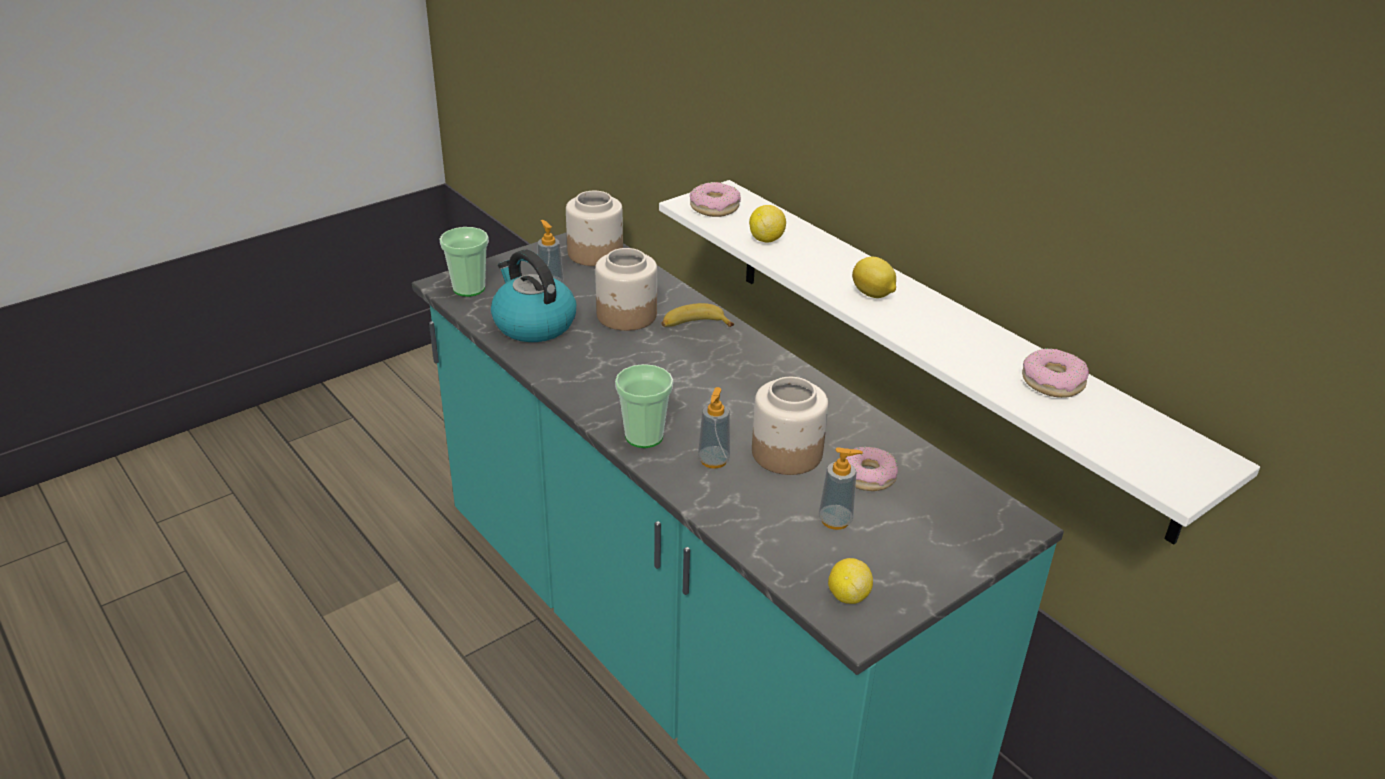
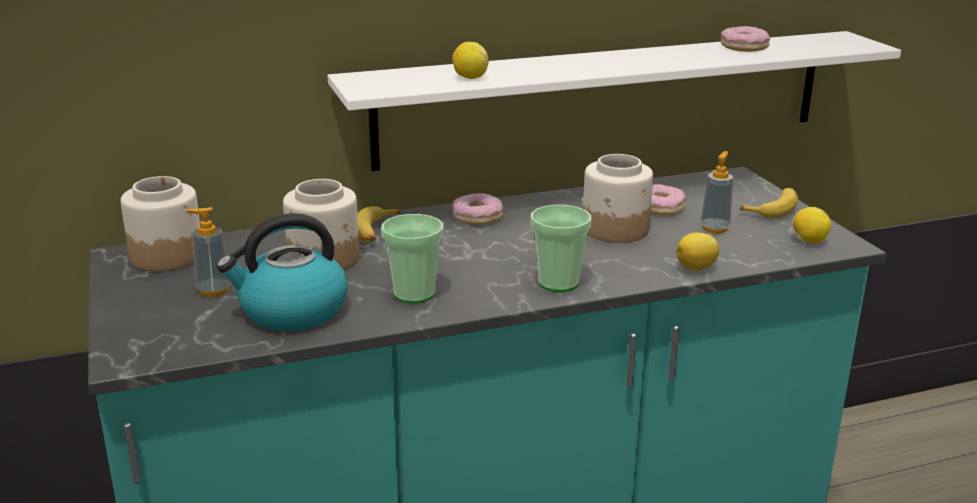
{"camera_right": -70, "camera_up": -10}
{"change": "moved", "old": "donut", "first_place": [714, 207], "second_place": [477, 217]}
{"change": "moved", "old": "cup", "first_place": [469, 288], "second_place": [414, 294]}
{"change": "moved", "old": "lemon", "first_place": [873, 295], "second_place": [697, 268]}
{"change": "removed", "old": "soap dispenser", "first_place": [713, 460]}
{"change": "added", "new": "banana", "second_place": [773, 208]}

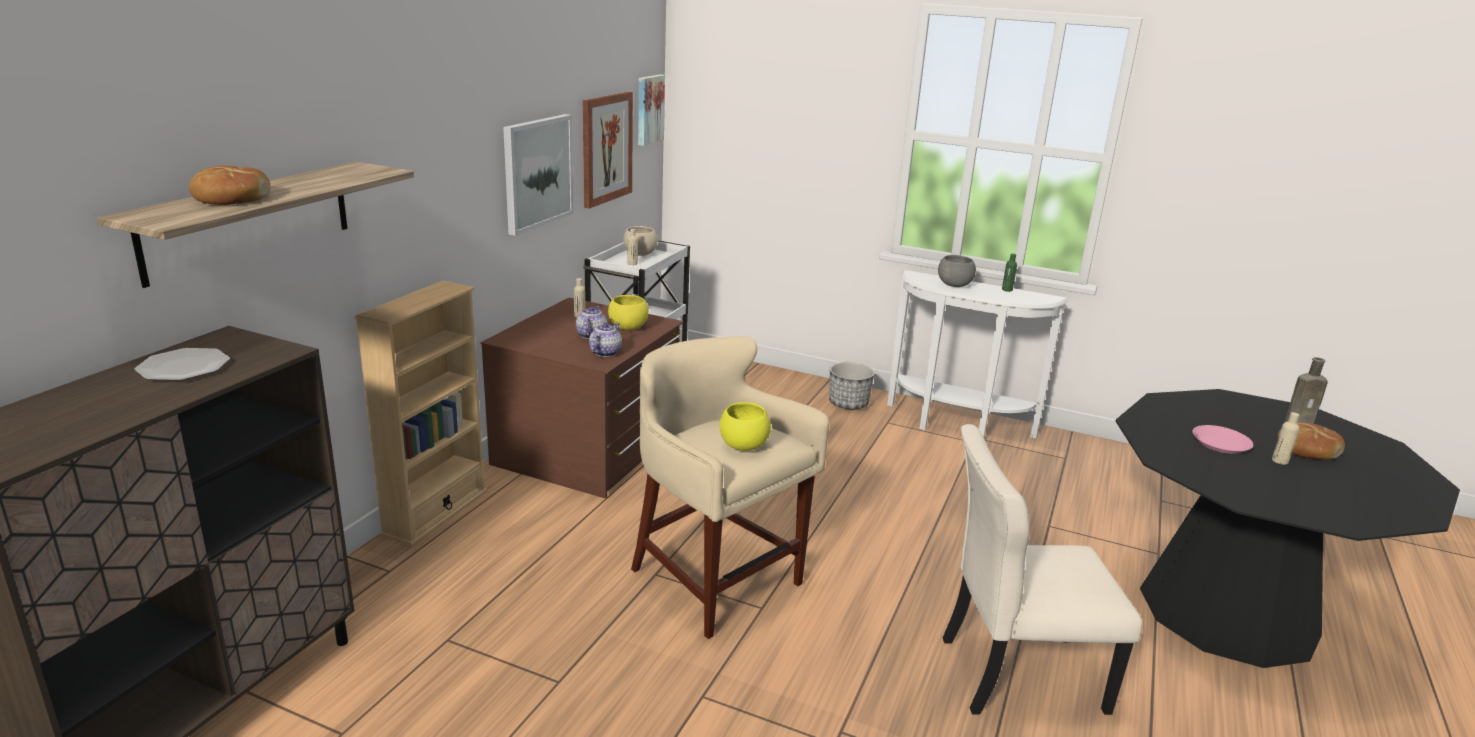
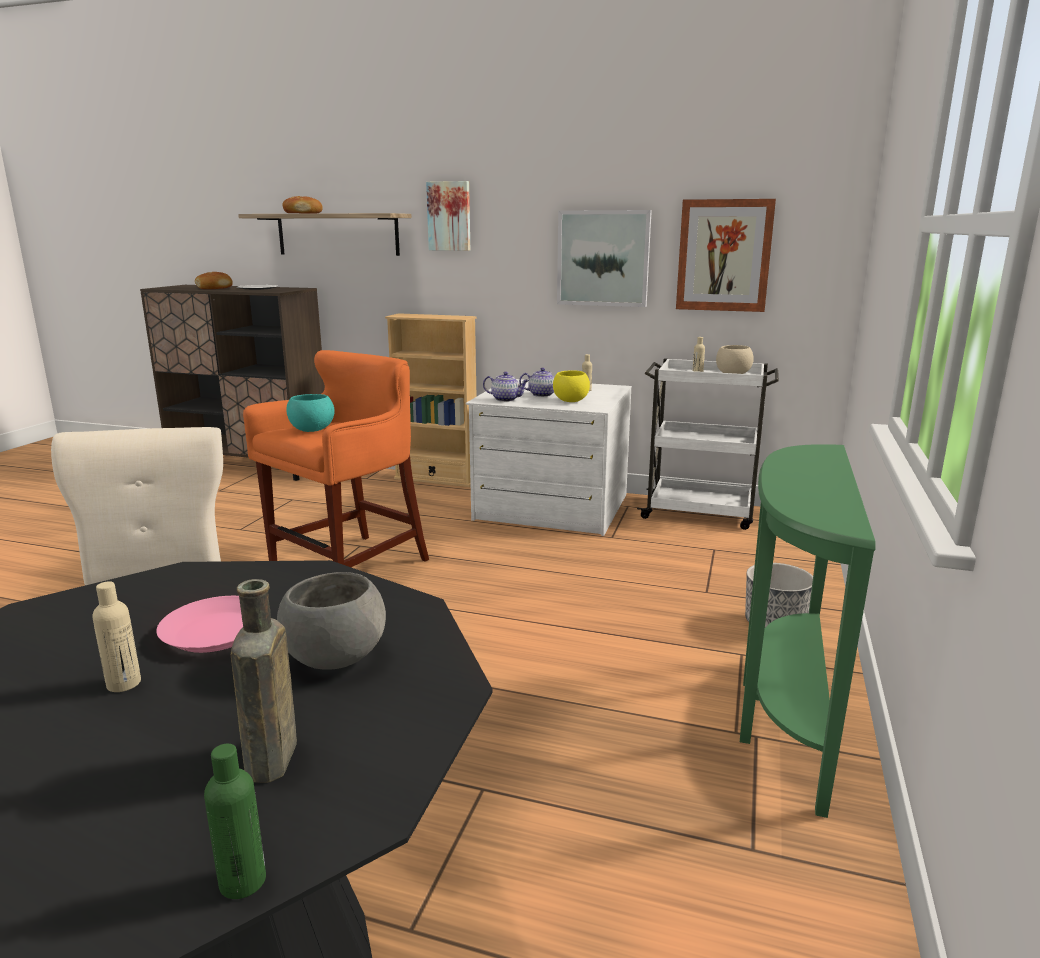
{"camera_right": 85, "camera_up": -5}
{"change": "moved", "old": "picture", "first_place": [648, 109], "second_place": [449, 216]}
{"change": "moved", "old": "green bottle", "first_place": [1007, 290], "second_place": [242, 881]}
{"change": "moved", "old": "grey bowl", "first_place": [954, 285], "second_place": [334, 658]}
{"change": "recoloured", "old": "white console table", "new": "green console table", "first_place": [956, 427], "second_place": [781, 718]}
{"change": "recoloured", "old": "brown dresser", "new": "white dresser", "first_place": [589, 450], "second_place": [551, 508]}
{"change": "recoloured", "old": "beige stool", "new": "orange stool", "first_place": [714, 580], "second_place": [350, 566]}
{"change": "recoloured", "old": "yellow bowl", "new": "turquoise bowl", "first_place": [743, 446], "second_place": [311, 430]}
{"change": "moved", "old": "bread", "first_place": [1306, 450], "second_place": [214, 288]}

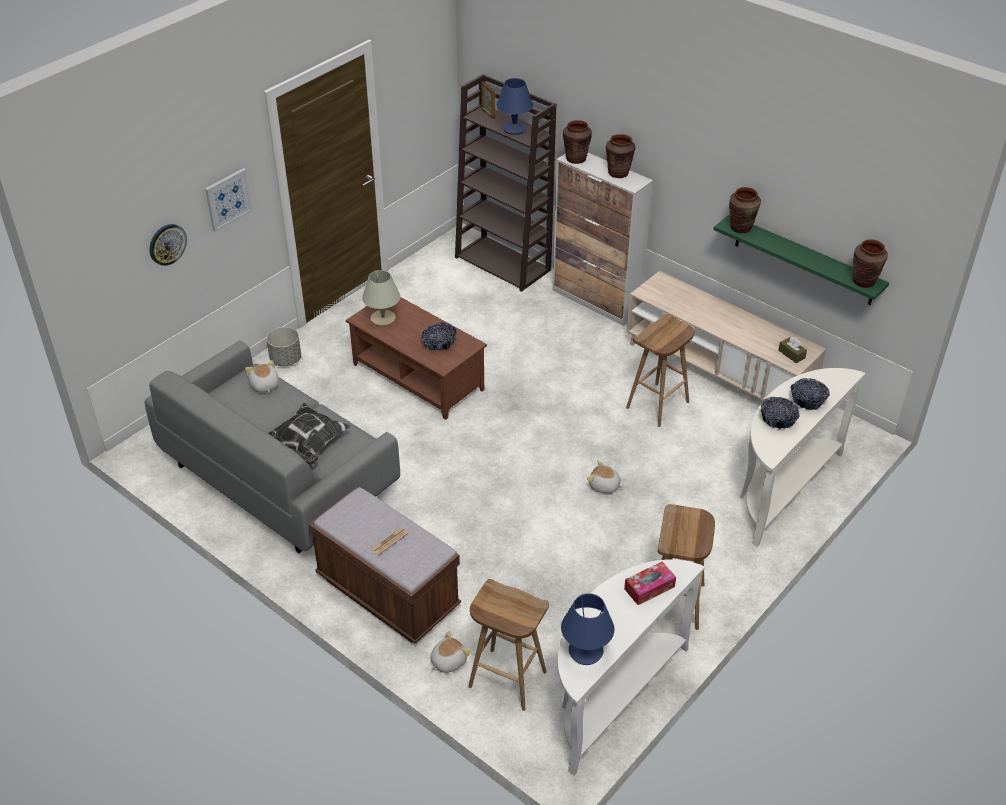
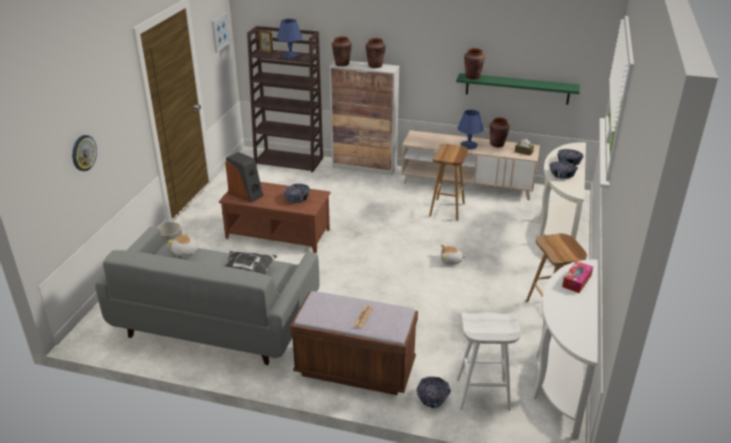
{"camera_right": -25, "camera_up": -10}
{"change": "moved", "old": "picture", "first_place": [228, 199], "second_place": [220, 32]}
{"change": "moved", "old": "brown vase", "first_place": [864, 281], "second_place": [497, 144]}
{"change": "replaced", "old": "beige table lamp", "new": "speaker", "first_place": [383, 318], "second_place": [246, 194]}
{"change": "recoloured", "old": "brown stool", "new": "white stool", "first_place": [506, 679], "second_place": [482, 395]}
{"change": "moved", "old": "blue table lamp", "first_place": [586, 652], "second_place": [469, 145]}
{"change": "replaced", "old": "plush toy", "new": "bowl", "first_place": [447, 661], "second_place": [432, 398]}

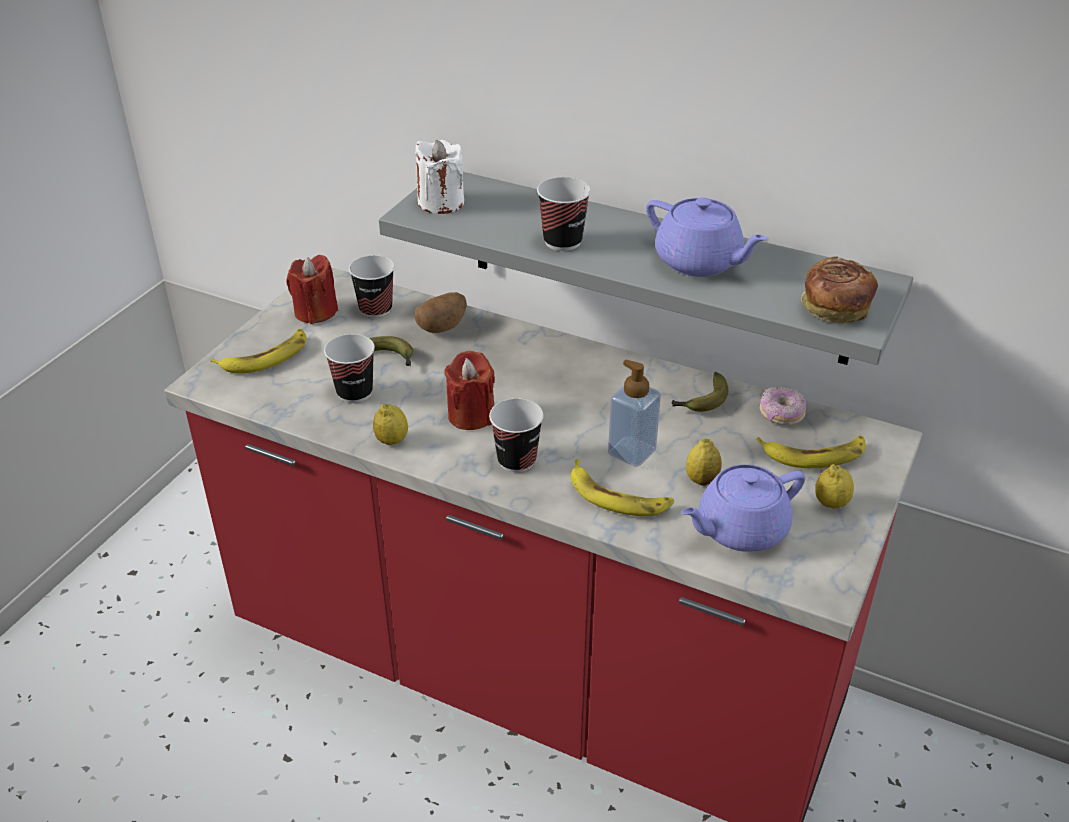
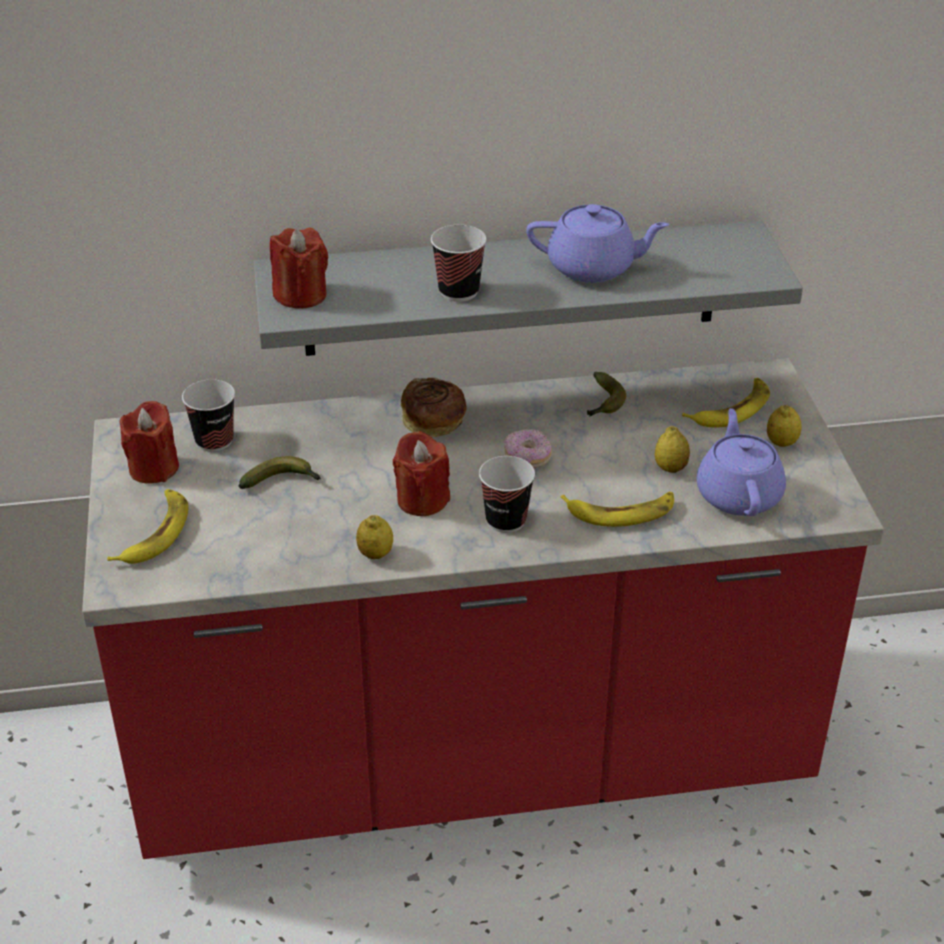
{"camera_right": -35, "camera_up": 0}
{"change": "recoloured", "old": "white candle", "new": "red candle", "first_place": [441, 202], "second_place": [300, 295]}
{"change": "moved", "old": "bread", "first_place": [835, 308], "second_place": [433, 423]}
{"change": "removed", "old": "potato", "first_place": [442, 327]}
{"change": "removed", "old": "cup", "first_place": [354, 392]}
{"change": "removed", "old": "soap dispenser", "first_place": [632, 452]}
{"change": "moved", "old": "donut", "first_place": [781, 414], "second_place": [527, 458]}
{"change": "turned", "old": "purple teapot", "first_place": [739, 529], "second_place": [738, 494], "degrees": 150}

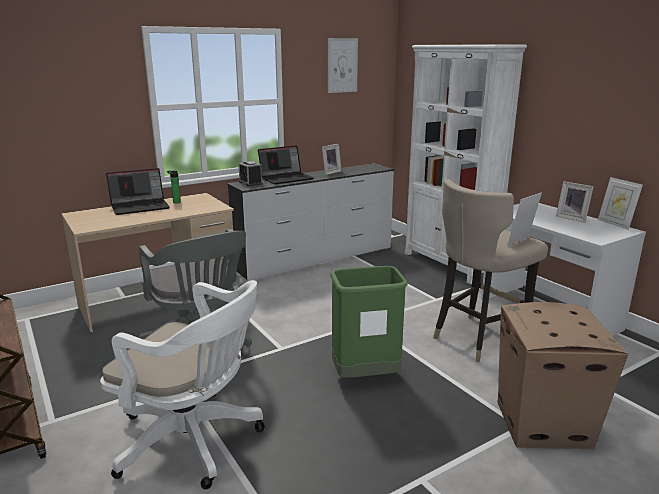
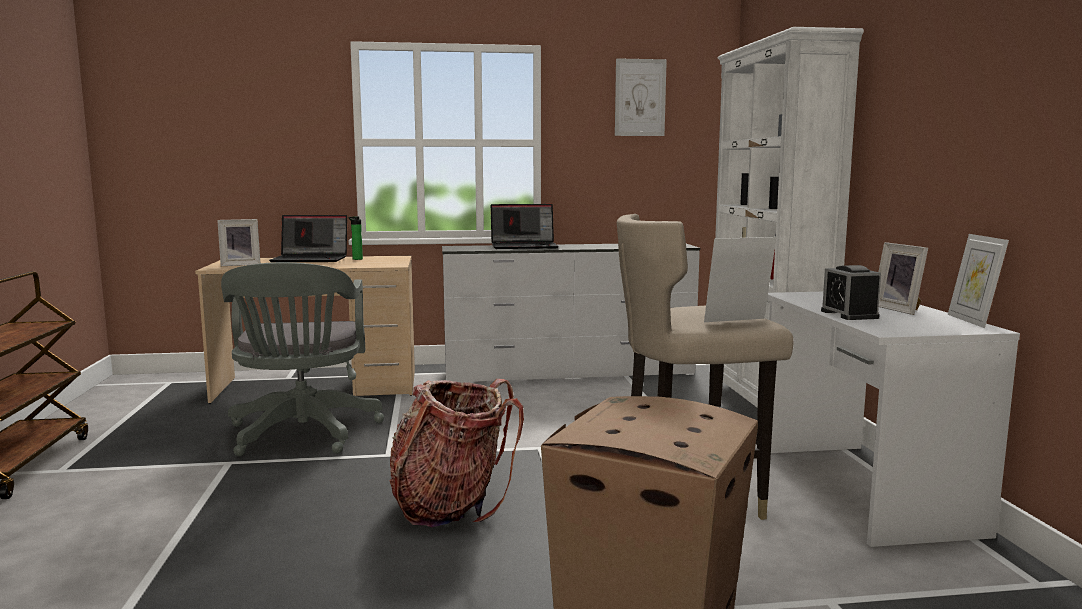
{"camera_right": 25, "camera_up": -10}
{"change": "moved", "old": "picture frame", "first_place": [330, 172], "second_place": [240, 264]}
{"change": "moved", "old": "alarm clock", "first_place": [250, 183], "second_place": [849, 314]}
{"change": "replaced", "old": "green trash can", "new": "backpack", "first_place": [365, 377], "second_place": [451, 506]}
{"change": "removed", "old": "white office chair", "first_place": [194, 441]}

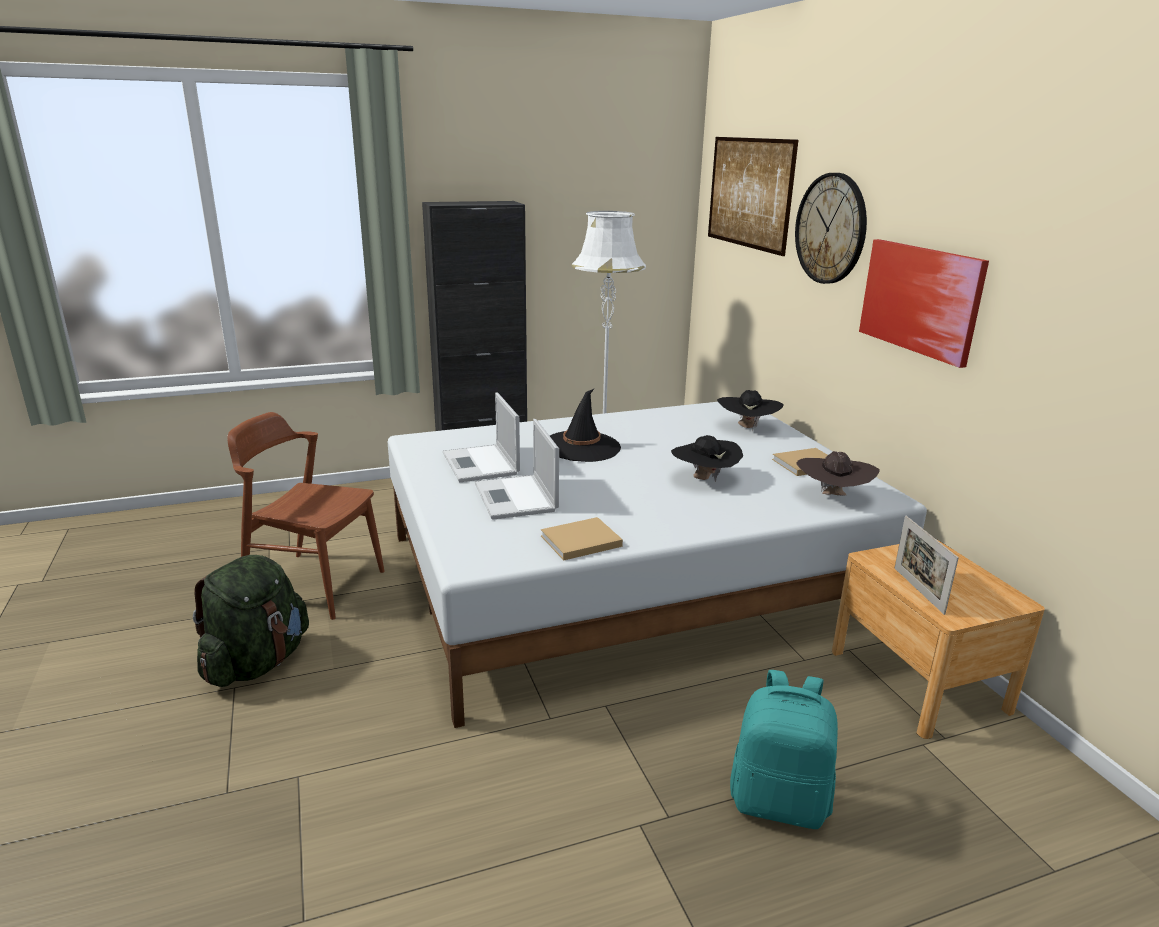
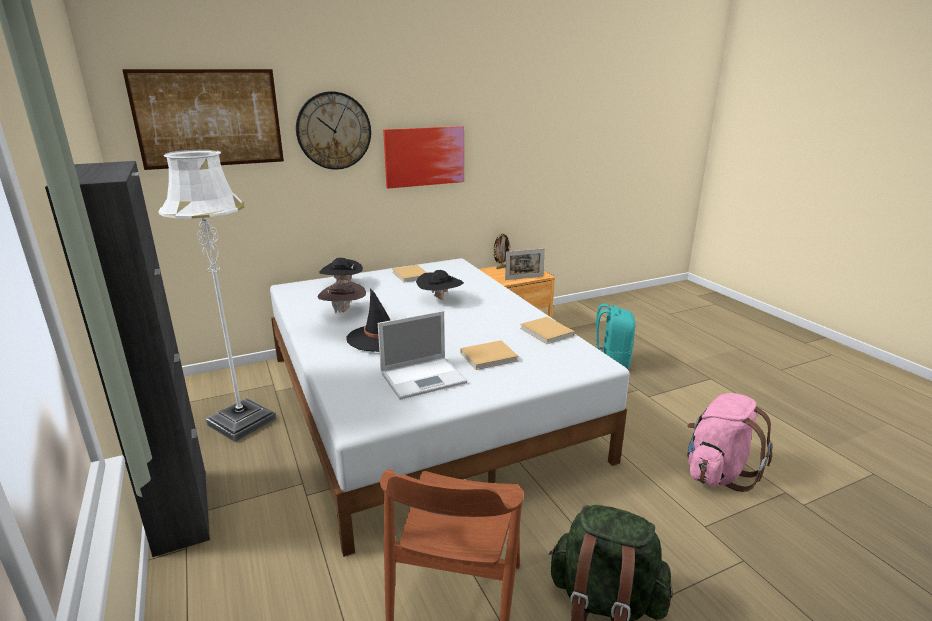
{"camera_right": -95, "camera_up": 0}
{"change": "replaced", "old": "laptop", "new": "beige book", "first_place": [516, 498], "second_place": [490, 356]}
{"change": "moved", "old": "brown hat", "first_place": [832, 497], "second_place": [343, 311]}
{"change": "added", "new": "picture frame", "second_place": [501, 267]}
{"change": "added", "new": "pink backpack", "second_place": [717, 472]}

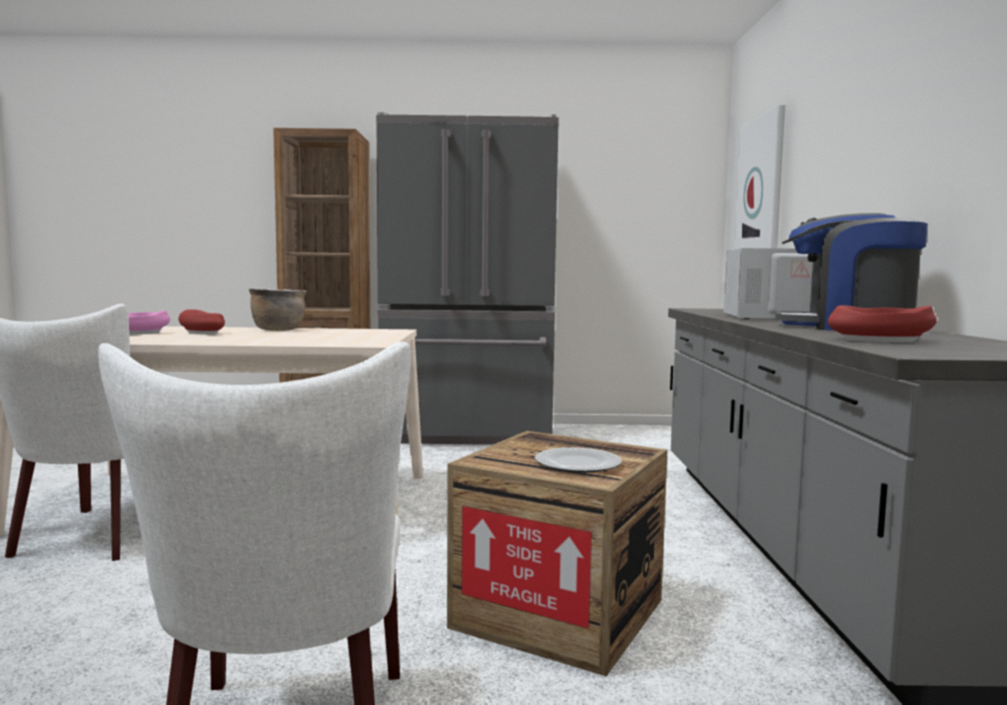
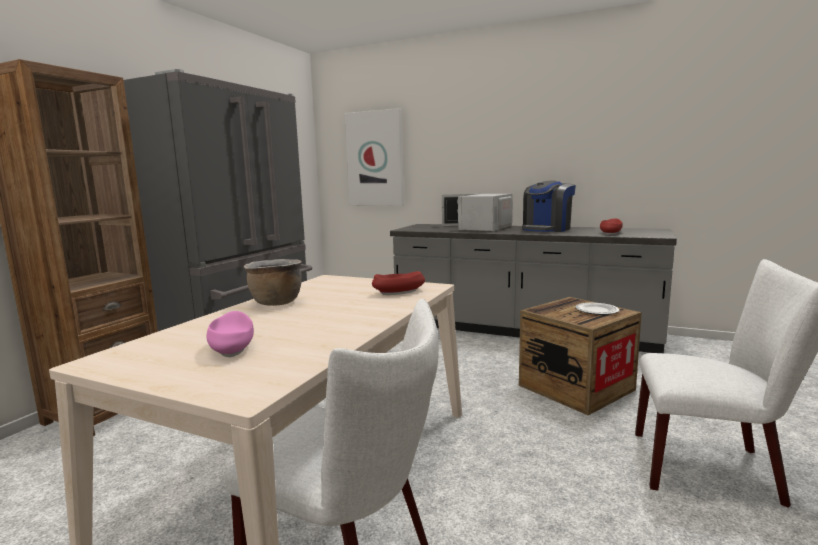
{"camera_right": -65, "camera_up": 5}
{"change": "moved", "old": "red bowl", "first_place": [201, 332], "second_place": [399, 292]}

